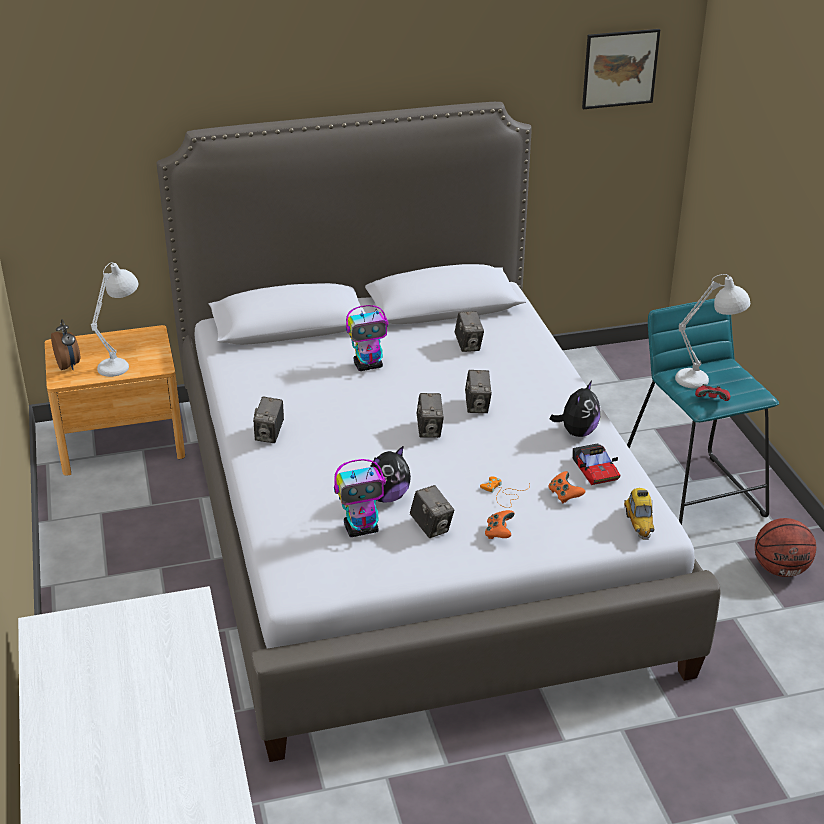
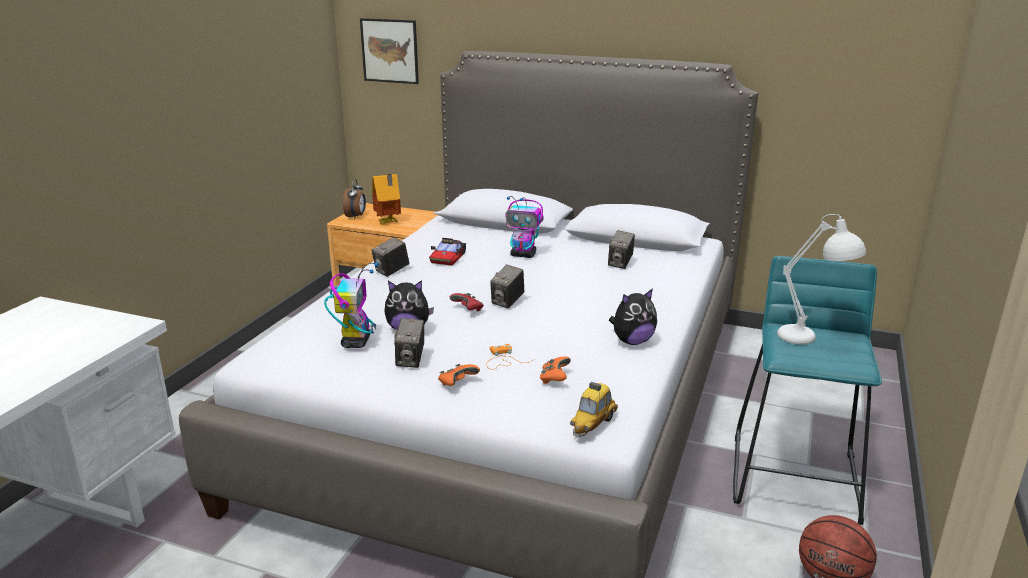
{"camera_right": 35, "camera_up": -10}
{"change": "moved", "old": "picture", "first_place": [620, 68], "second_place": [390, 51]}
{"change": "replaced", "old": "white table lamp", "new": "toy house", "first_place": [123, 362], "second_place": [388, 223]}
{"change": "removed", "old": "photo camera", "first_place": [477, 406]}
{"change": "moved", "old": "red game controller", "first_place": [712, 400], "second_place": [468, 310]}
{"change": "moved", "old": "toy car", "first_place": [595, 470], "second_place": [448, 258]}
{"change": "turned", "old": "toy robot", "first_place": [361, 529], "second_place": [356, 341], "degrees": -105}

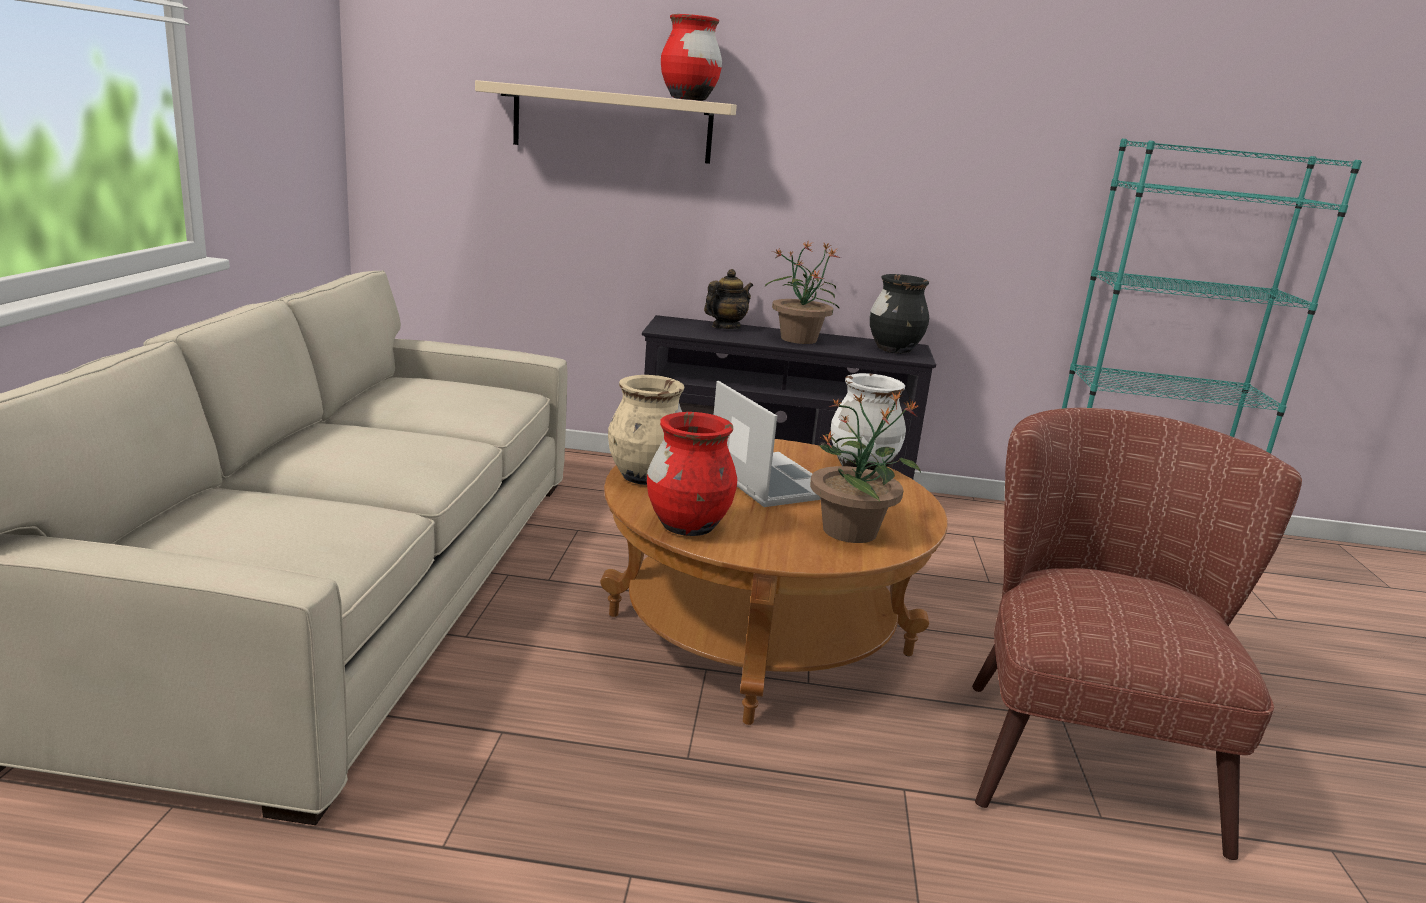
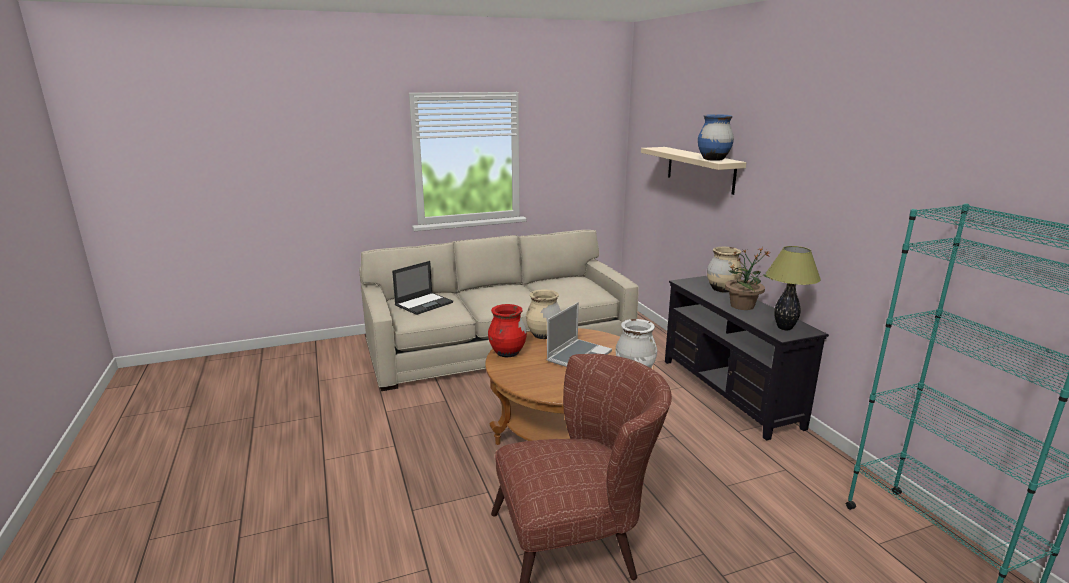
{"camera_right": 65, "camera_up": 0}
{"change": "recoloured", "old": "red vase", "new": "blue vase", "first_place": [688, 99], "second_place": [713, 159]}
{"change": "replaced", "old": "teapot", "new": "beige vase", "first_place": [725, 327], "second_place": [722, 289]}
{"change": "replaced", "old": "black vase", "new": "table lamp", "first_place": [894, 350], "second_place": [785, 328]}
{"change": "removed", "old": "potted plant", "first_place": [851, 530]}
{"change": "added", "new": "laptop", "second_place": [424, 303]}

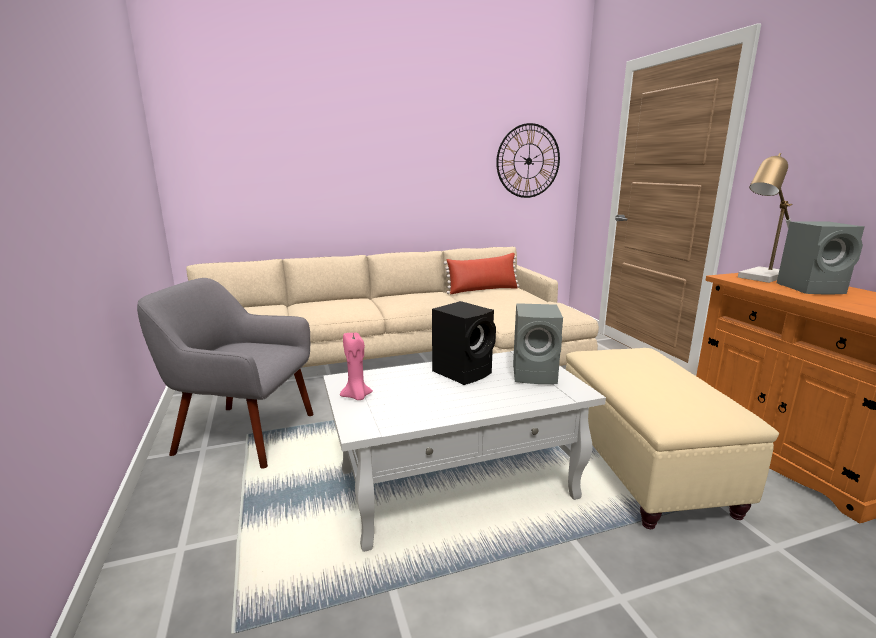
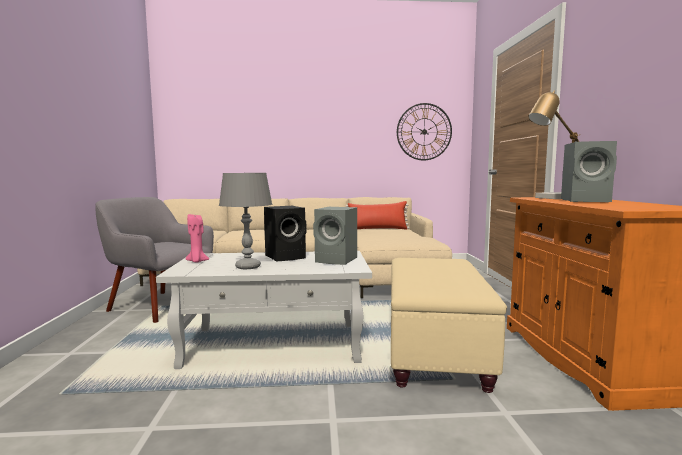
{"camera_right": 15, "camera_up": -10}
{"change": "added", "new": "grey table lamp", "second_place": [247, 267]}

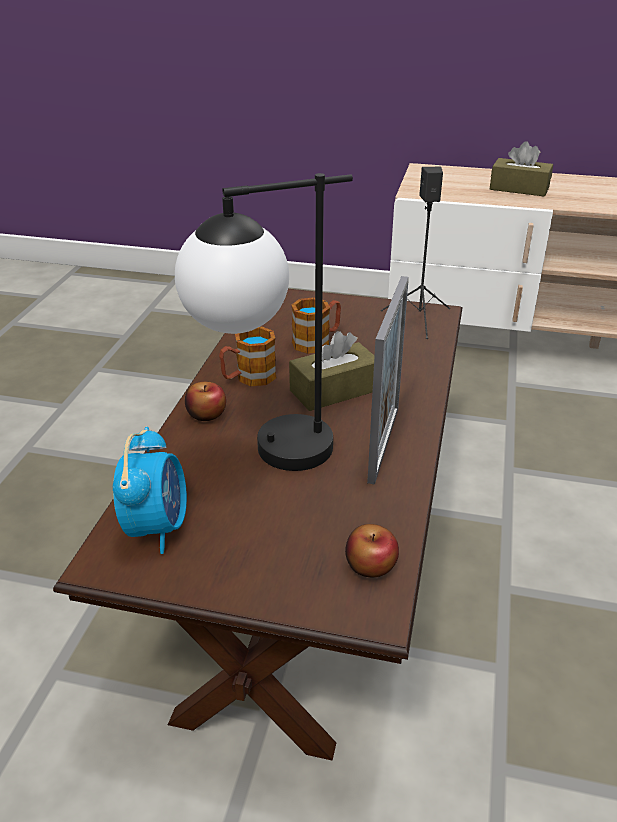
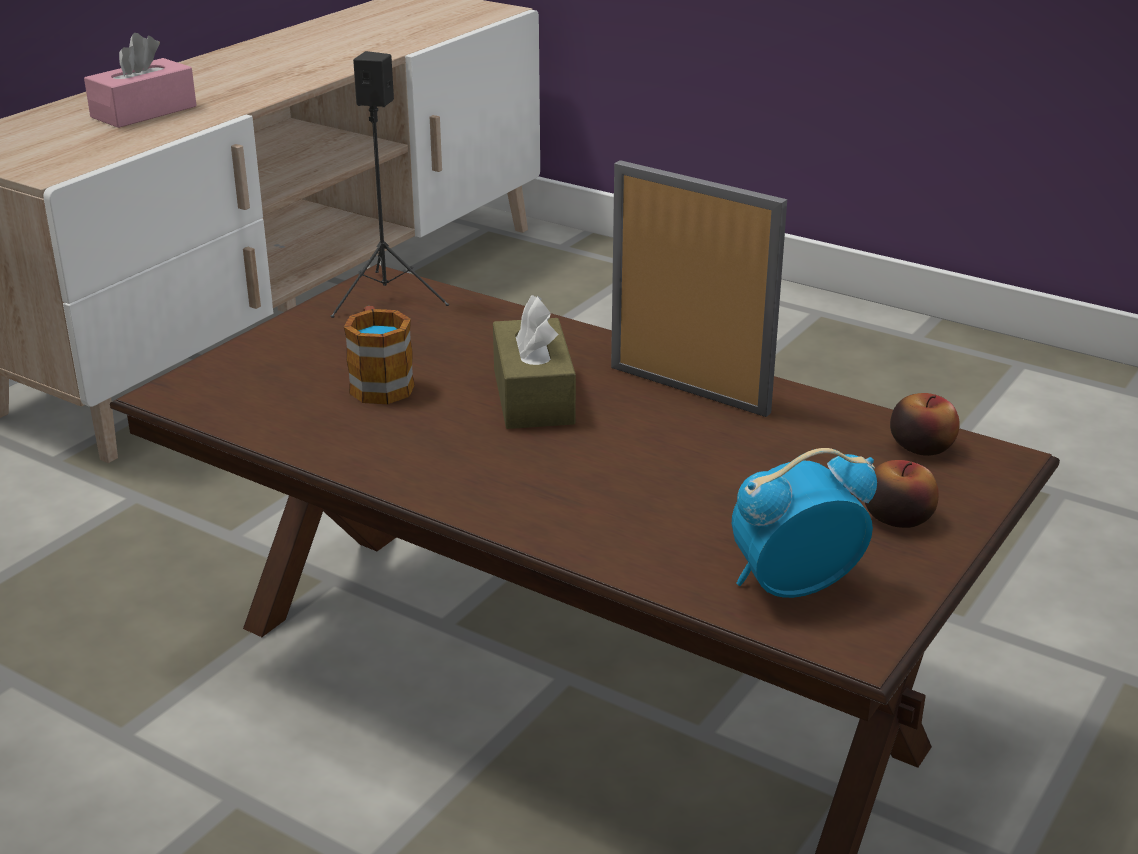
{"camera_right": -70, "camera_up": -5}
{"change": "recoloured", "old": "brown tissue box", "new": "pink tissue box", "first_place": [519, 188], "second_place": [144, 112]}
{"change": "removed", "old": "table lamp", "first_place": [264, 454]}
{"change": "removed", "old": "mug", "first_place": [248, 378]}
{"change": "moved", "old": "apple", "first_place": [206, 414], "second_place": [897, 517]}
{"change": "turned", "old": "alarm clock", "first_place": [157, 527], "second_place": [792, 586], "degrees": -45}

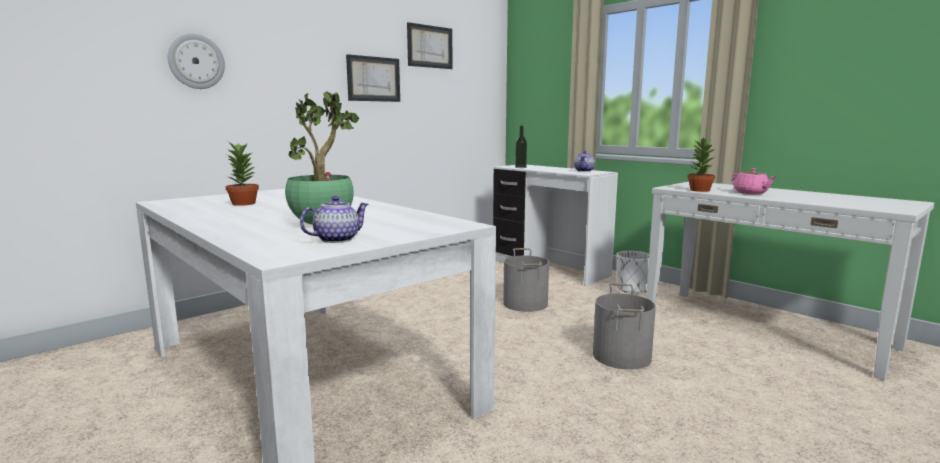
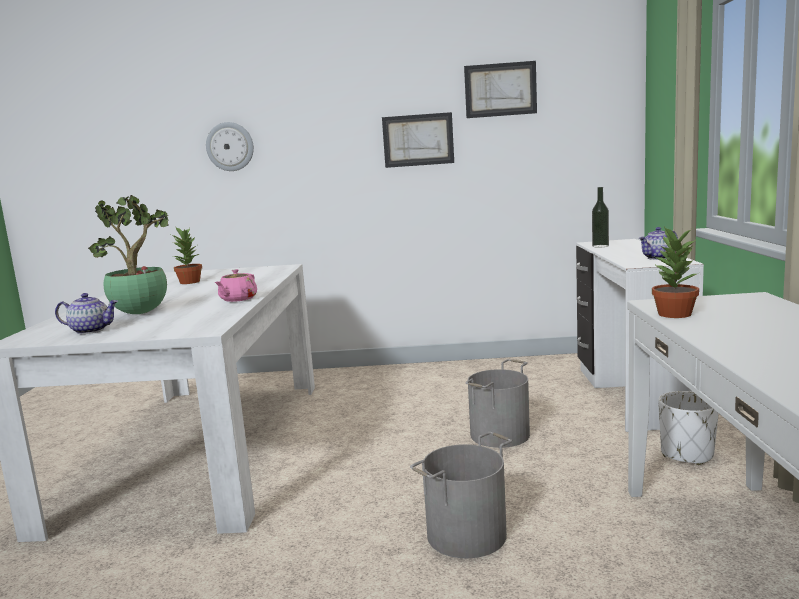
{"camera_right": 45, "camera_up": 0}
{"change": "moved", "old": "pink teapot", "first_place": [751, 193], "second_place": [237, 299]}

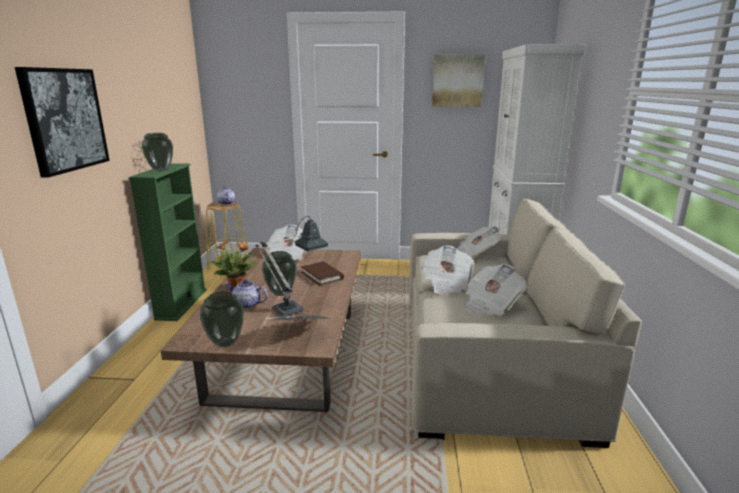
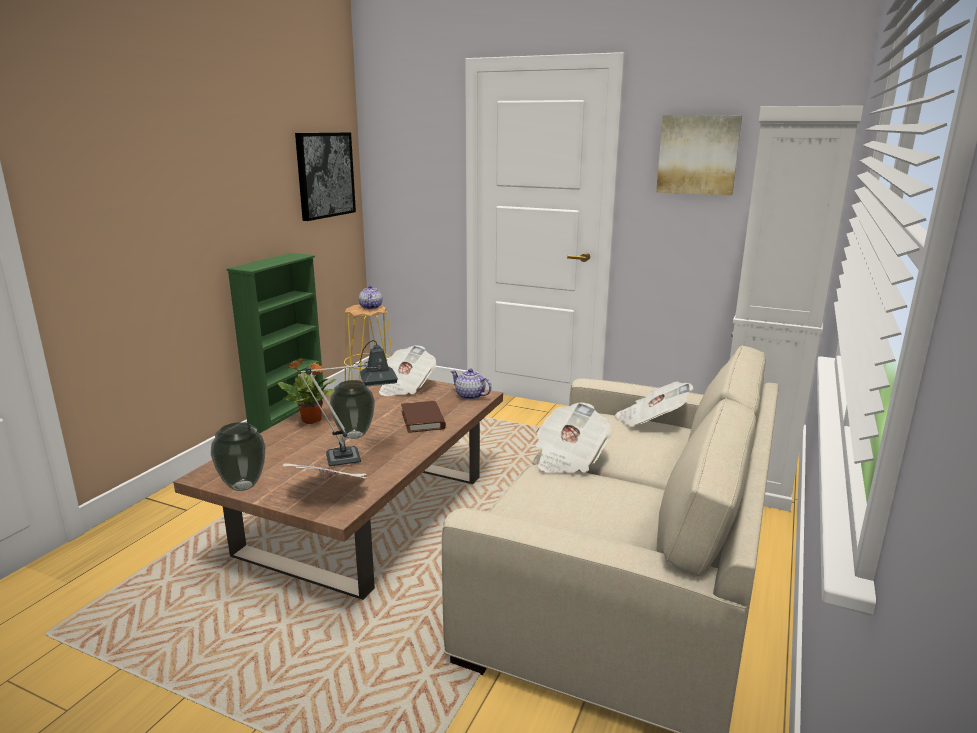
{"camera_right": 20, "camera_up": 0}
{"change": "moved", "old": "picture", "first_place": [64, 120], "second_place": [325, 175]}
{"change": "removed", "old": "vase", "first_place": [160, 170]}
{"change": "removed", "old": "newspaper", "first_place": [490, 305]}
{"change": "moved", "old": "teapot", "first_place": [247, 304], "second_place": [470, 396]}

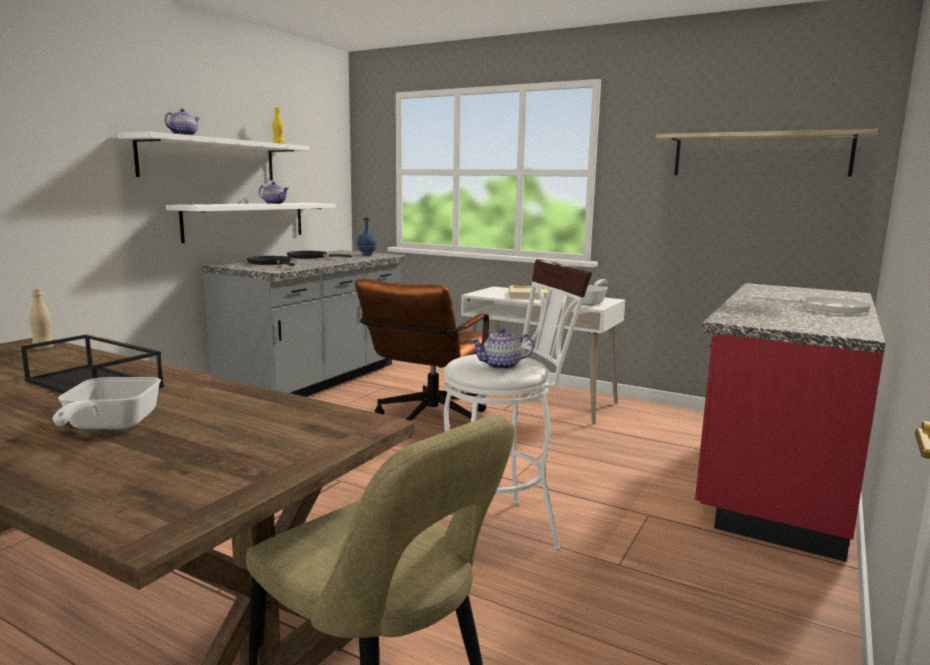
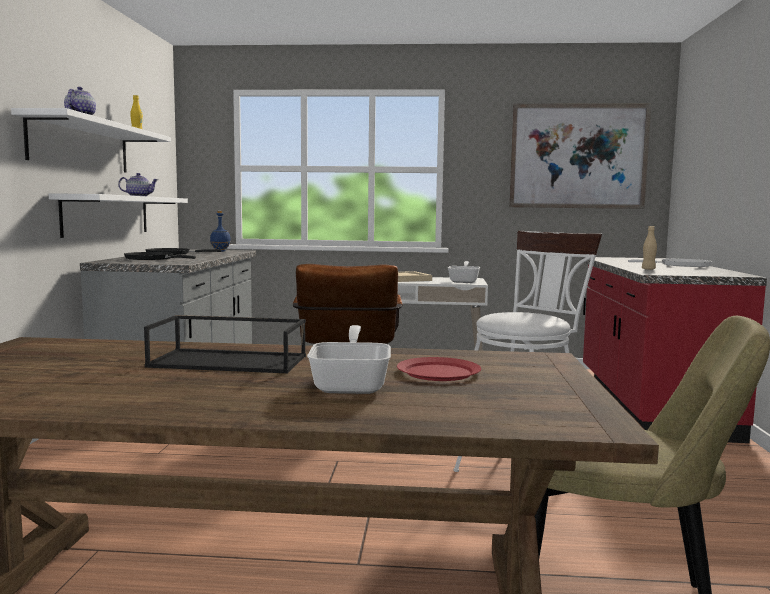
{"camera_right": -25, "camera_up": -5}
{"change": "replaced", "old": "shelf", "new": "picture", "first_place": [760, 155], "second_place": [578, 156]}
{"change": "moved", "old": "beige bottle", "first_place": [43, 348], "second_place": [648, 269]}
{"change": "removed", "old": "teapot", "first_place": [501, 366]}
{"change": "turned", "old": "frying pan", "first_place": [108, 427], "second_place": [352, 384], "degrees": -150}
{"change": "added", "new": "red plate", "second_place": [439, 373]}

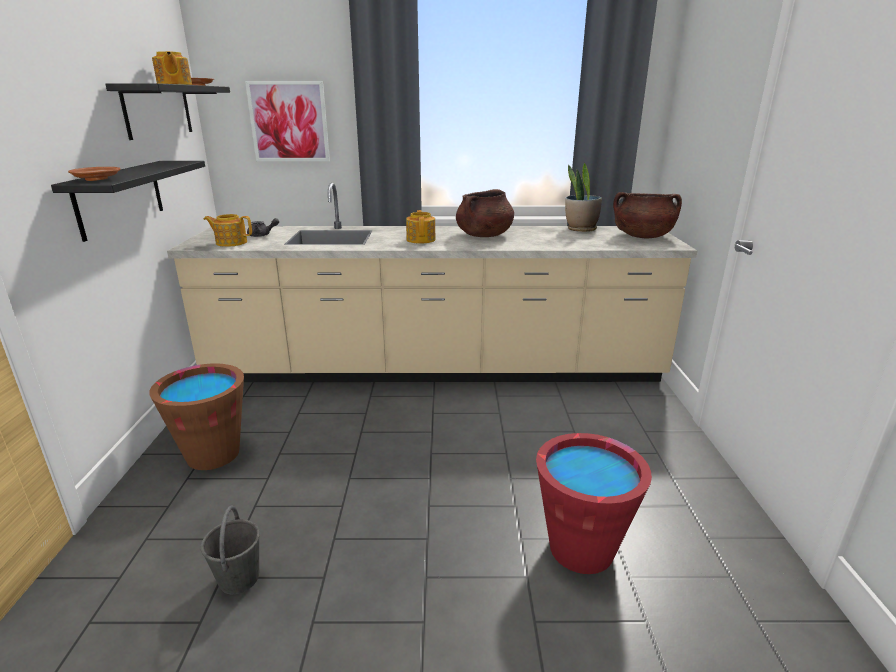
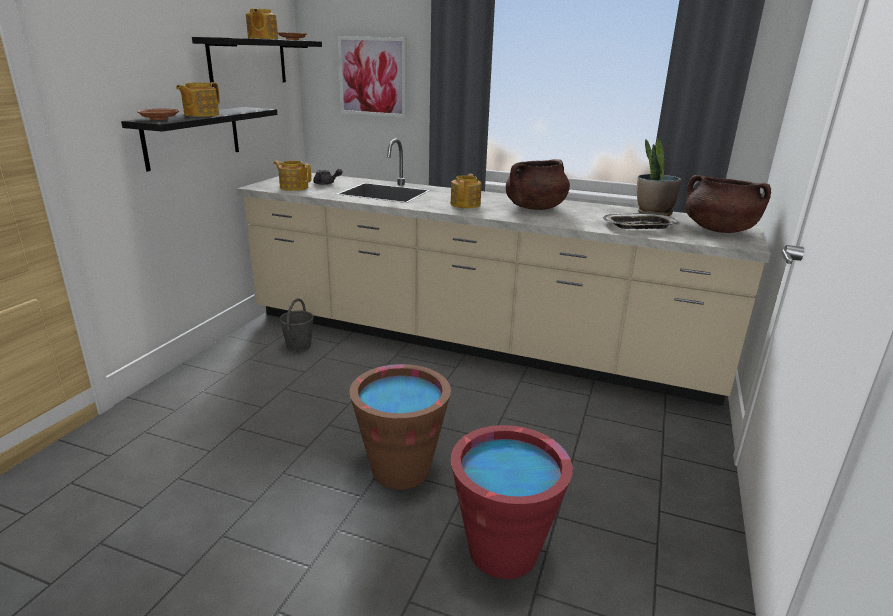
{"camera_right": 20, "camera_up": 0}
{"change": "moved", "old": "brown bucket", "first_place": [213, 454], "second_place": [401, 470]}
{"change": "moved", "old": "grey bucket", "first_place": [239, 578], "second_place": [299, 346]}
{"change": "added", "new": "teapot", "second_place": [201, 115]}
{"change": "added", "new": "tray", "second_place": [639, 226]}

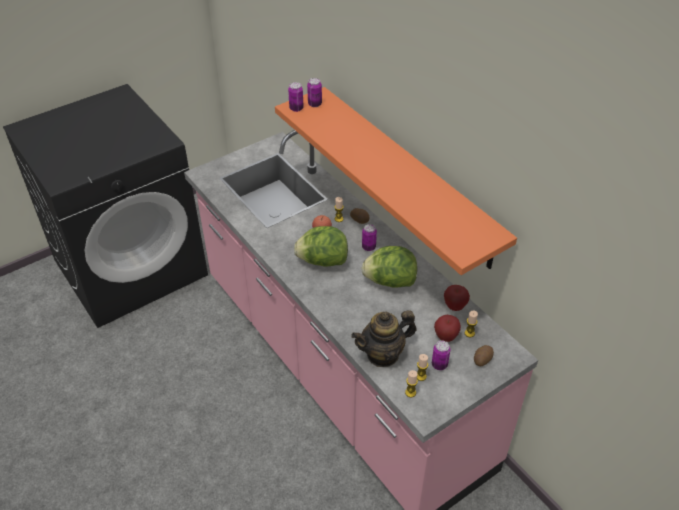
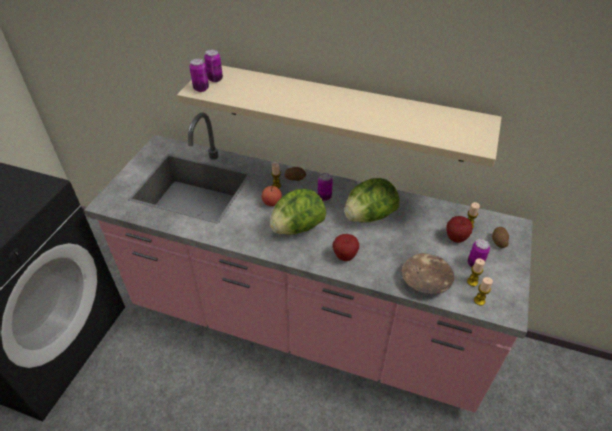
{"camera_right": -35, "camera_up": 0}
{"change": "recoloured", "old": "orange shelf", "new": "beige shelf", "first_place": [408, 176], "second_place": [343, 112]}
{"change": "moved", "old": "apple", "first_place": [454, 306], "second_place": [345, 256]}
{"change": "replaced", "old": "teapot", "new": "brown bowl", "first_place": [383, 354], "second_place": [426, 280]}

